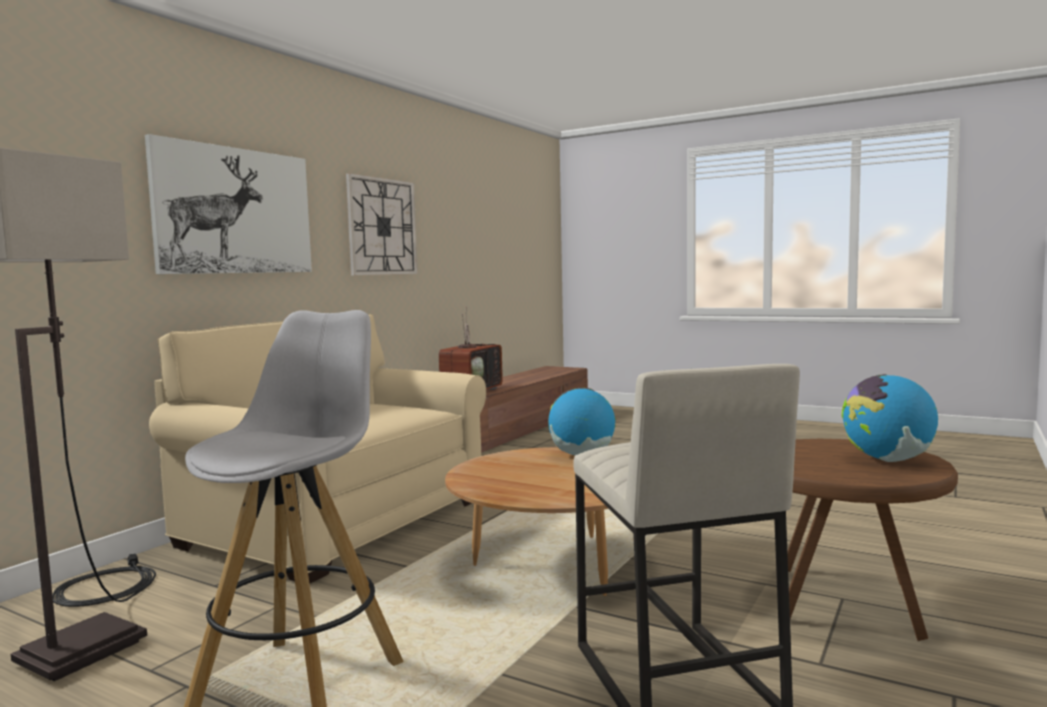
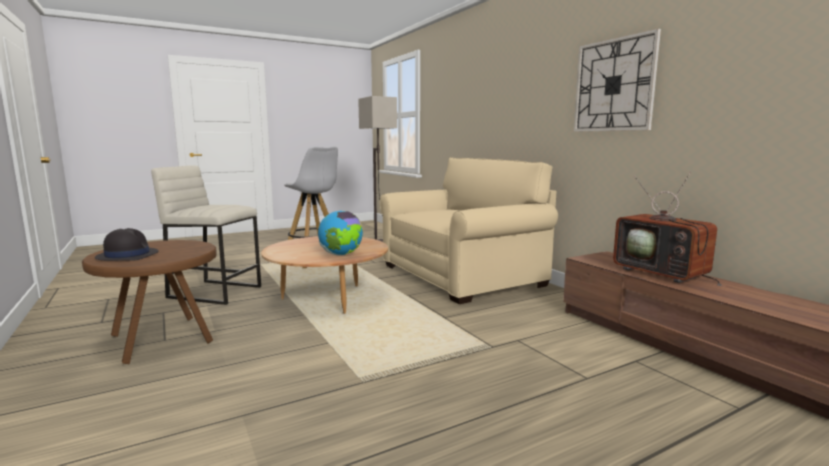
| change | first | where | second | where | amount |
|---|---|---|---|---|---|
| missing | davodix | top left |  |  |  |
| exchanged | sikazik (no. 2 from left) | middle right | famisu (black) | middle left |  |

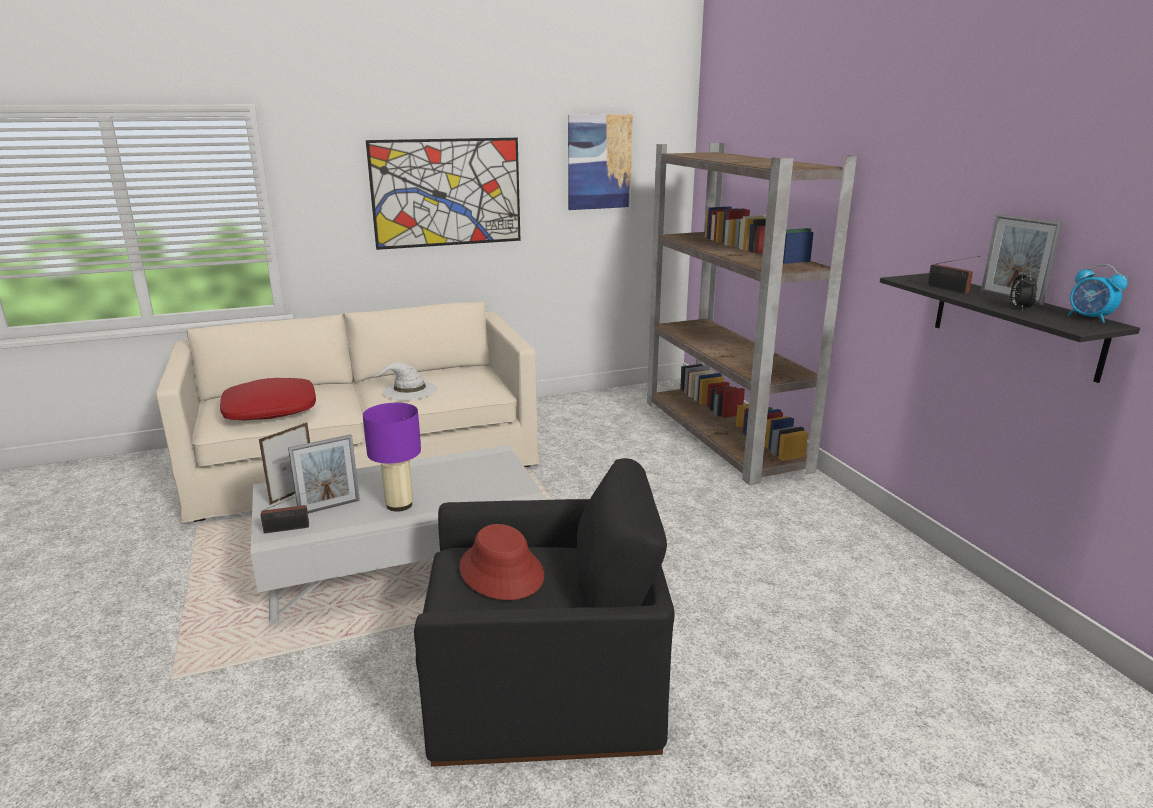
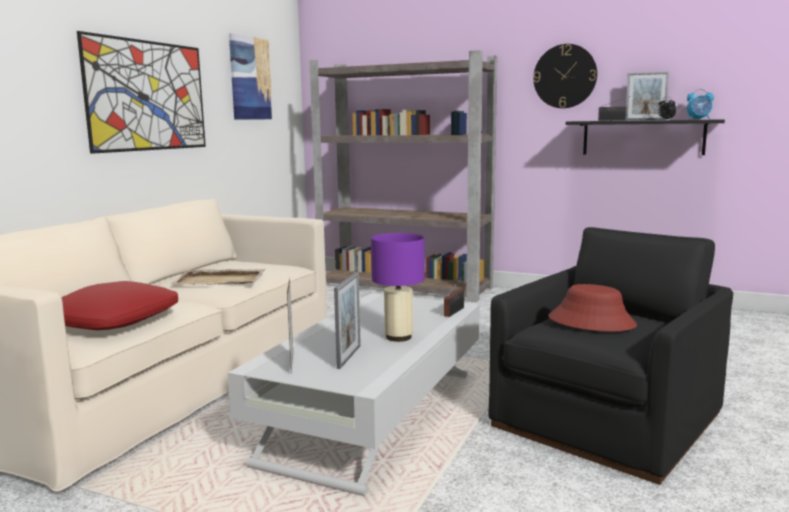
| change | first | where | second | where | amount |
|---|---|---|---|---|---|
| relocated | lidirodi (no. 1 from left) | middle left |  | centre |  |
| exchanged | famisu (white) | centre | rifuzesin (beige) | middle left |  |
| appeared |  |  | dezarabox | top right |  |

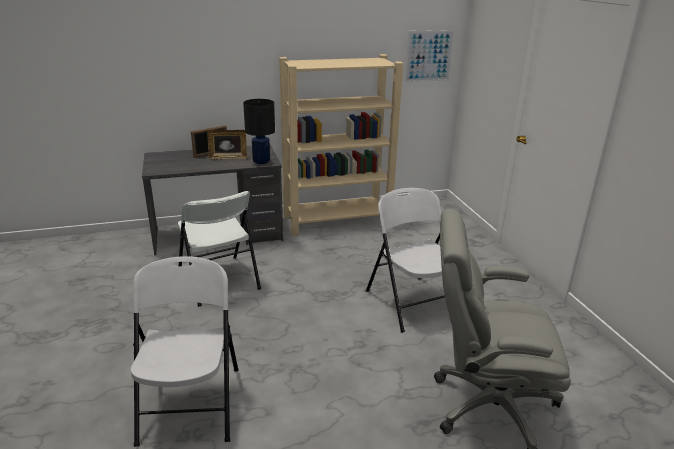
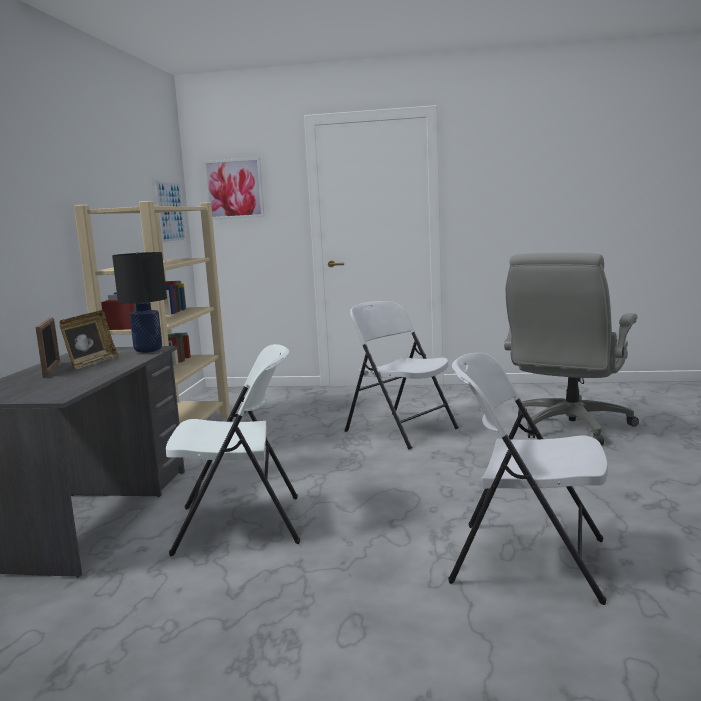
| change | first | where | second | where | amount |
|---|---|---|---|---|---|
| spun | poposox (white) (no. 3 from left in the first image) | centre | poposox (white) (no. 2 from left) | centre | 45 degrees clockwise |
| appeared |  |  | davodix (no. 2 from left) | top centre |  |

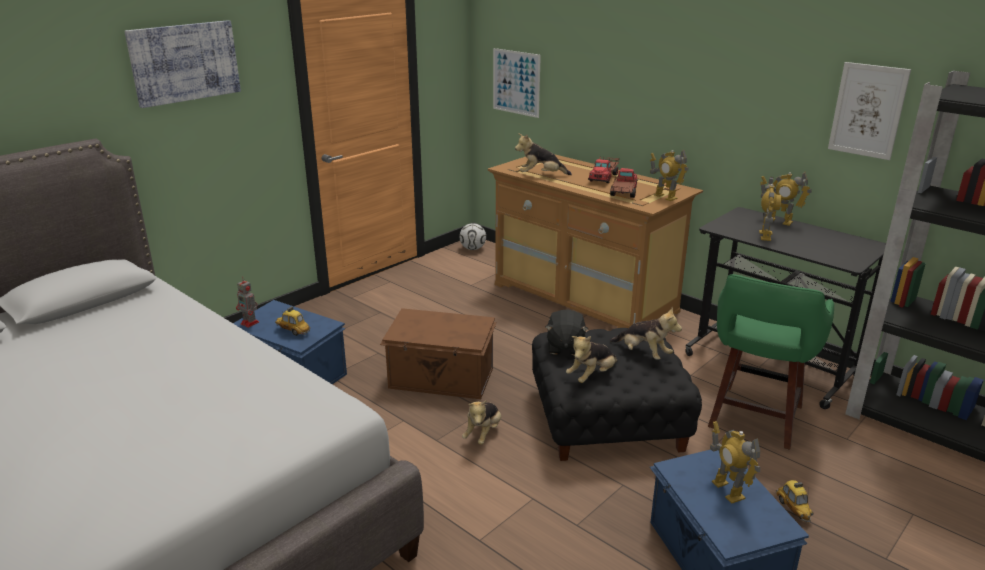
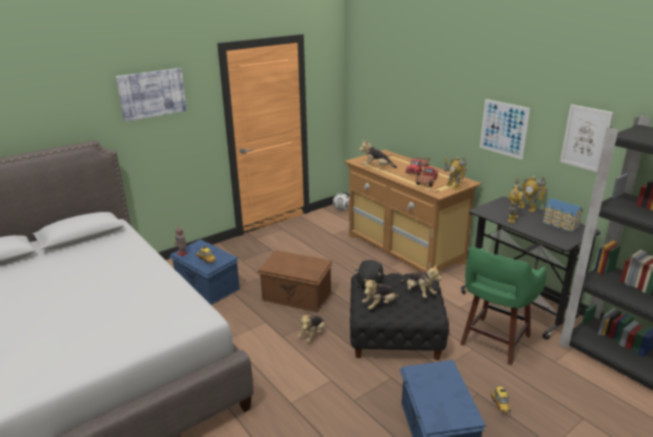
| change | first | where | second | where | amount |
|---|---|---|---|---|---|
| relocated | davodix (no. 2 from left) | top centre |  | top right |  |
| missing | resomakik (no. 3 from left) | bottom right |  |  |  |
| appeared |  |  | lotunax | middle right |  |

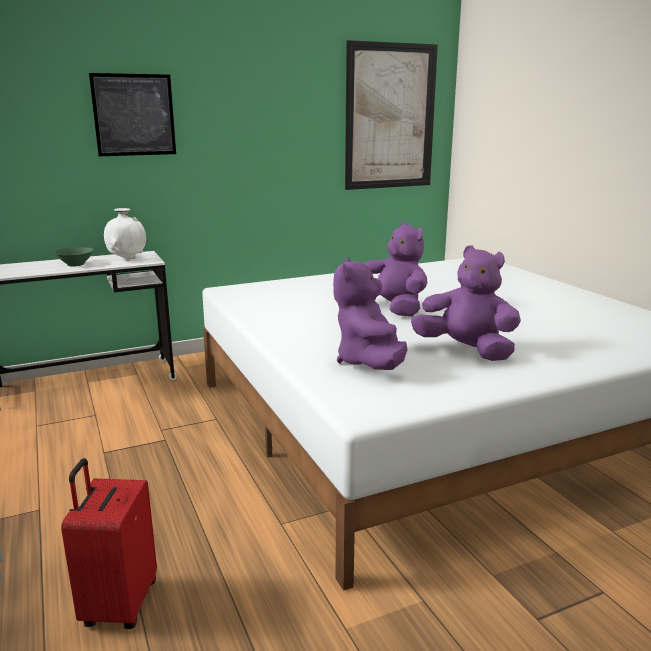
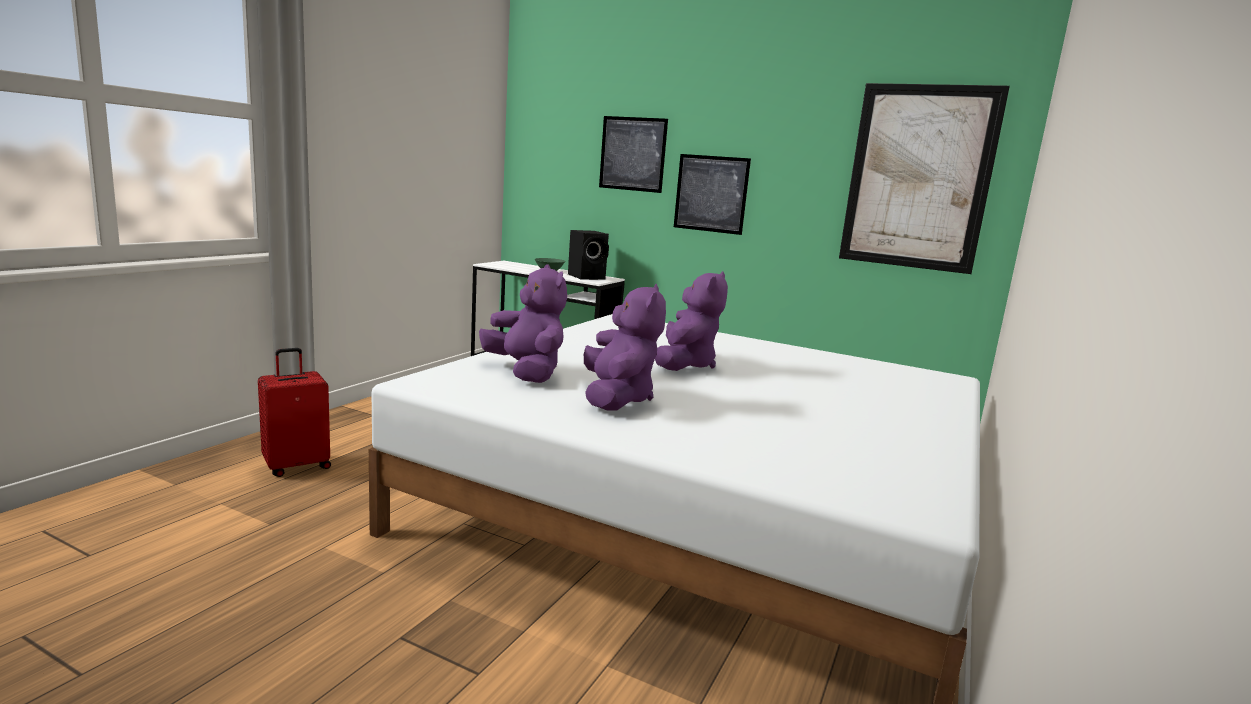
| change | first | where | second | where | amount |
|---|---|---|---|---|---|
| exchanged | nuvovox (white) | middle left | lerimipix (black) | centre |  |
| spun | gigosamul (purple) (no. 1 from left) | centre |  | centre | 90 degrees clockwise |
| appeared |  |  | davodix (no. 2 from left) | top centre |  |

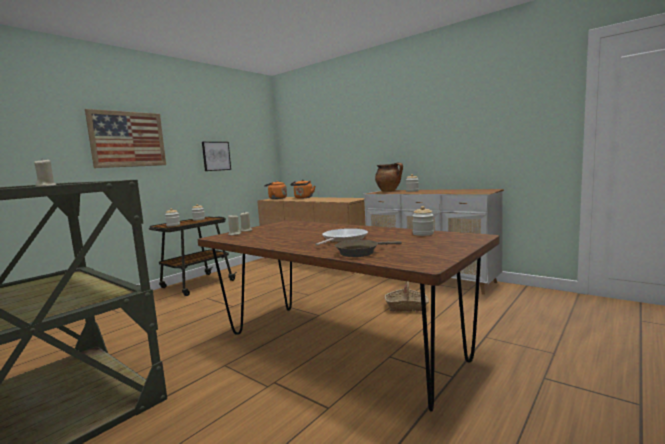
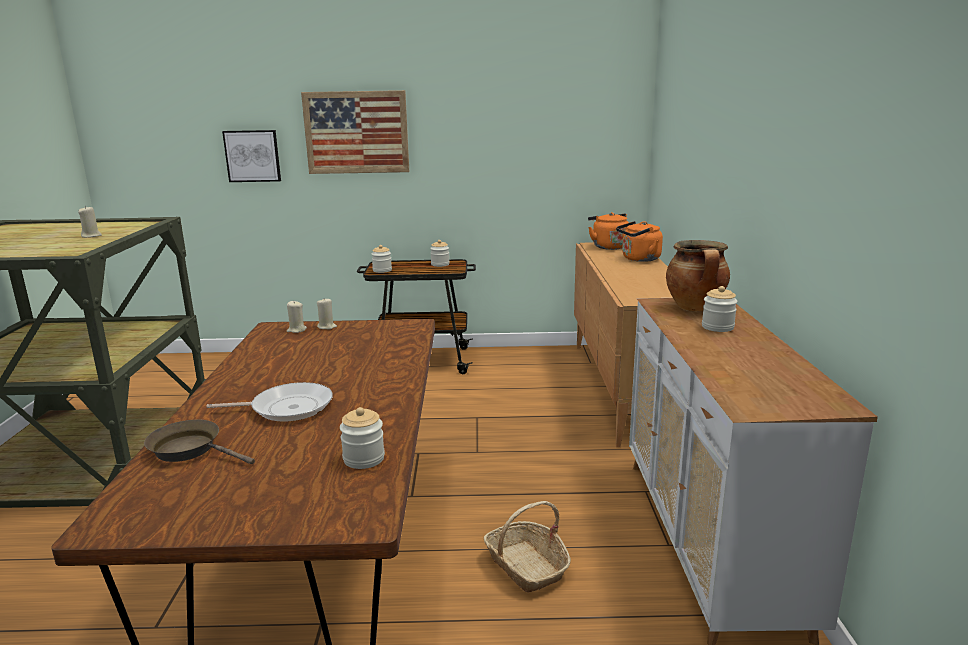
| change | first | where | second | where | amount |
|---|---|---|---|---|---|
| relocated | davodix (no. 2 from left in the first image) | middle left | davodix (no. 1 from left) | top left |  |

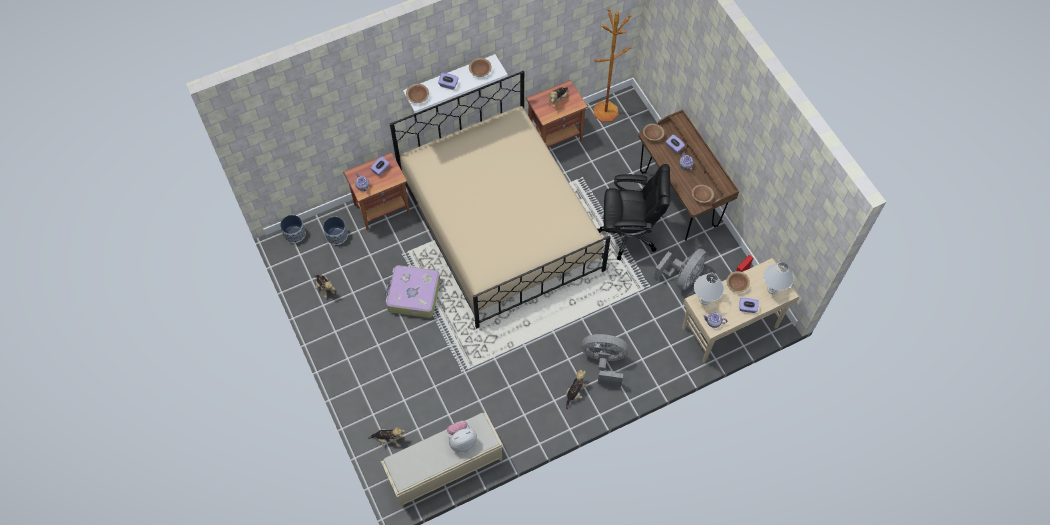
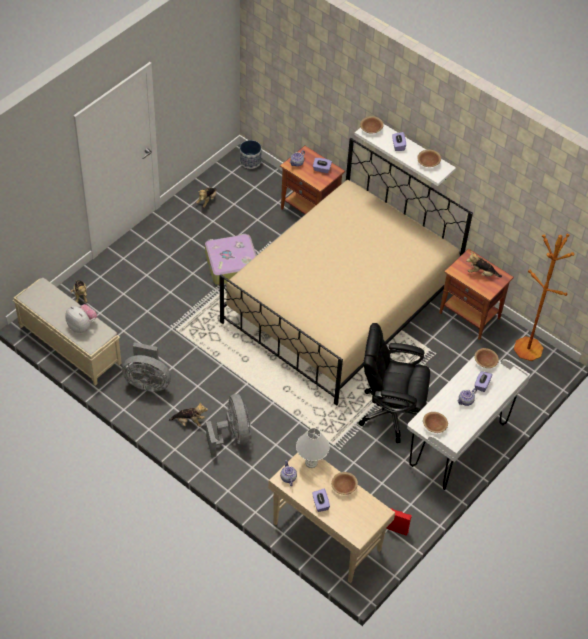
| change | first | where | second | where | amount |
|---|---|---|---|---|---|
| missing | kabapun (no. 2 from left) | middle left |  |  |  |
| spun | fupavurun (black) | centre |  | middle right | 120 degrees clockwise |
| colour | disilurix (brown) | centre | disilurix (white) | middle right |  |
| relocated | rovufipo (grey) (no. 2 from left in the first image) | centre | rovufipo (grey) (no. 1 from left) | middle left |  |
| missing | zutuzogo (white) (no. 2 from left) | middle right |  |  |  |

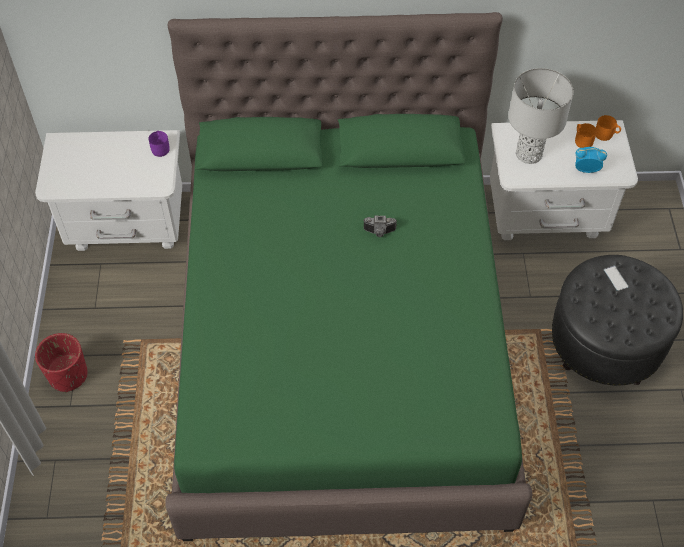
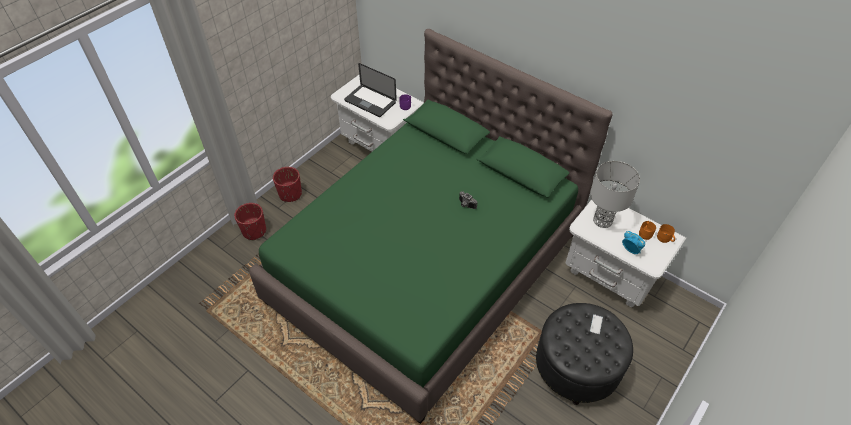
| change | first | where | second | where | amount |
|---|---|---|---|---|---|
| appeared |  |  | kabapun (red) (no. 1 from left) | middle left |  |
| appeared |  |  | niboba | top centre |  |

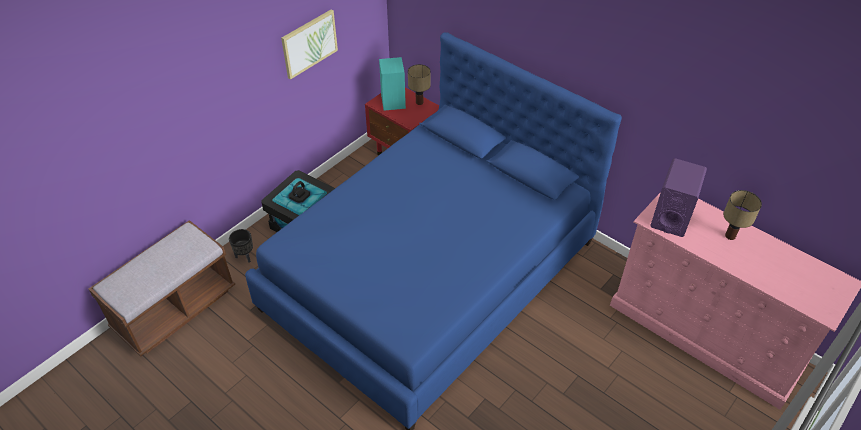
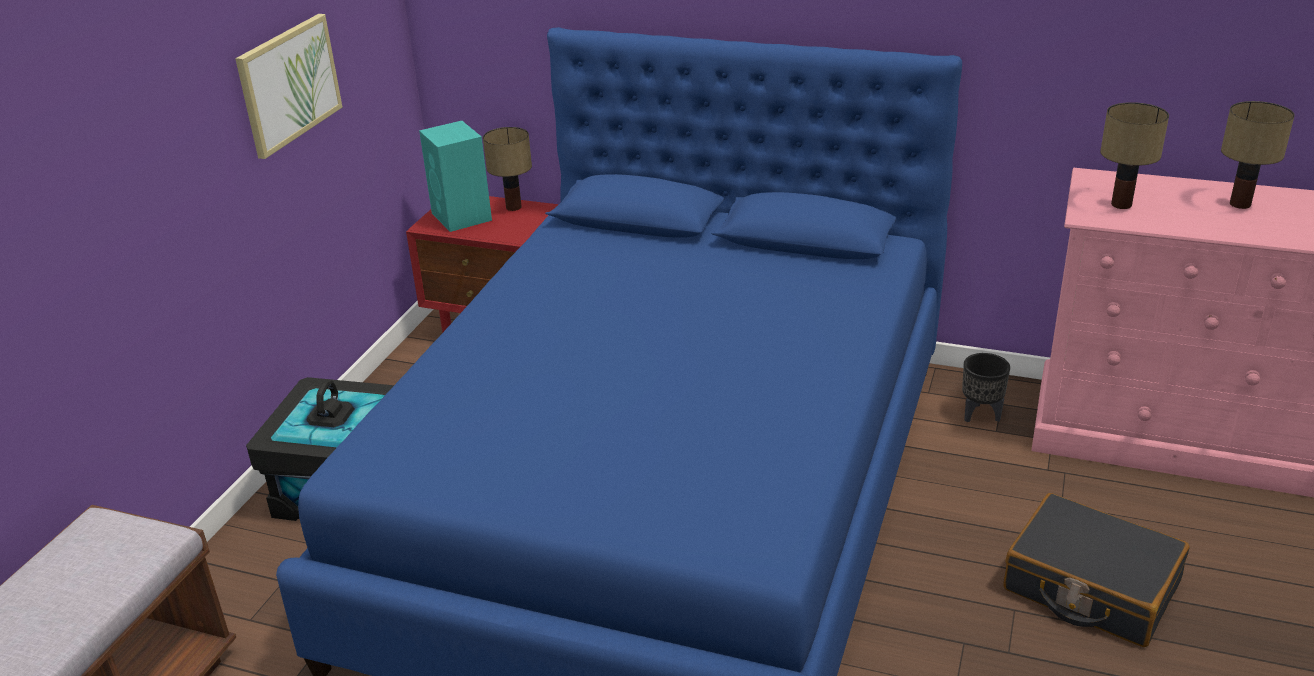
| change | first | where | second | where | amount |
|---|---|---|---|---|---|
| relocated | kabapun (black) | middle left |  | middle right |  |
| exchanged | lerimipix (purple) | middle right | zutuzogo (no. 2 from left) | top right |  |
| appeared |  |  | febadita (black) | bottom right |  |

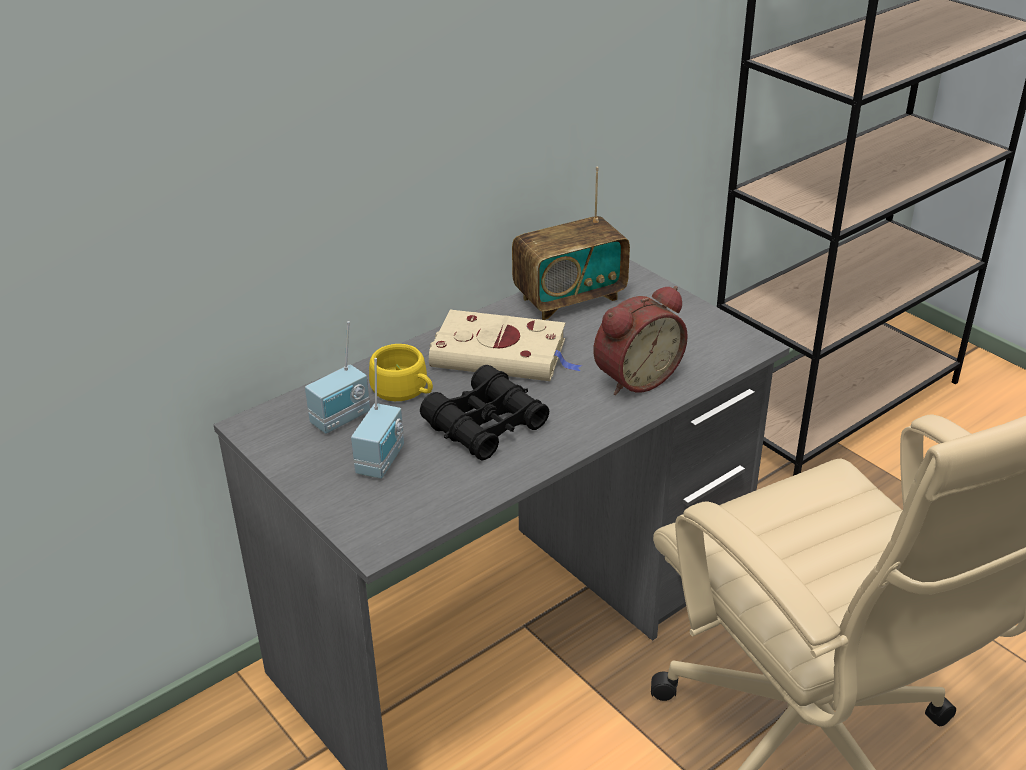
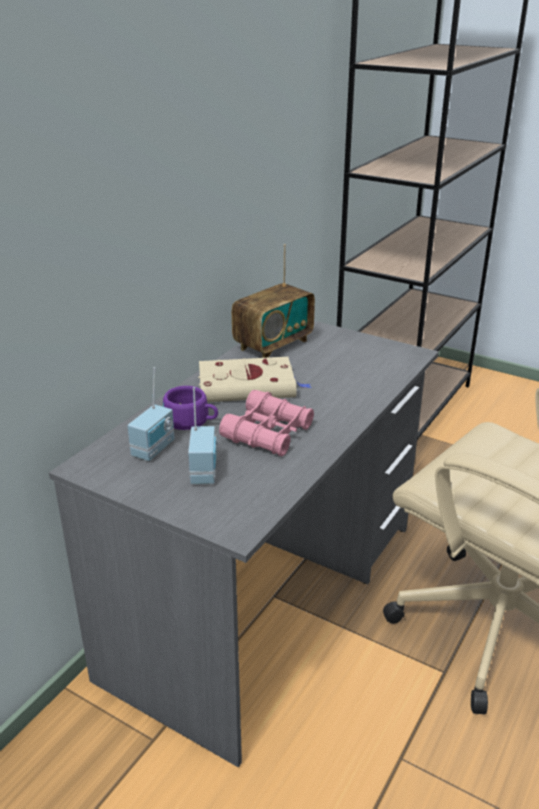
| change | first | where | second | where | amount |
|---|---|---|---|---|---|
| colour | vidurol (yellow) | centre | vidurol (purple) | centre |  |
| colour | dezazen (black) | centre | dezazen (pink) | centre |  |
| missing | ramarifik | centre |  |  |  |

